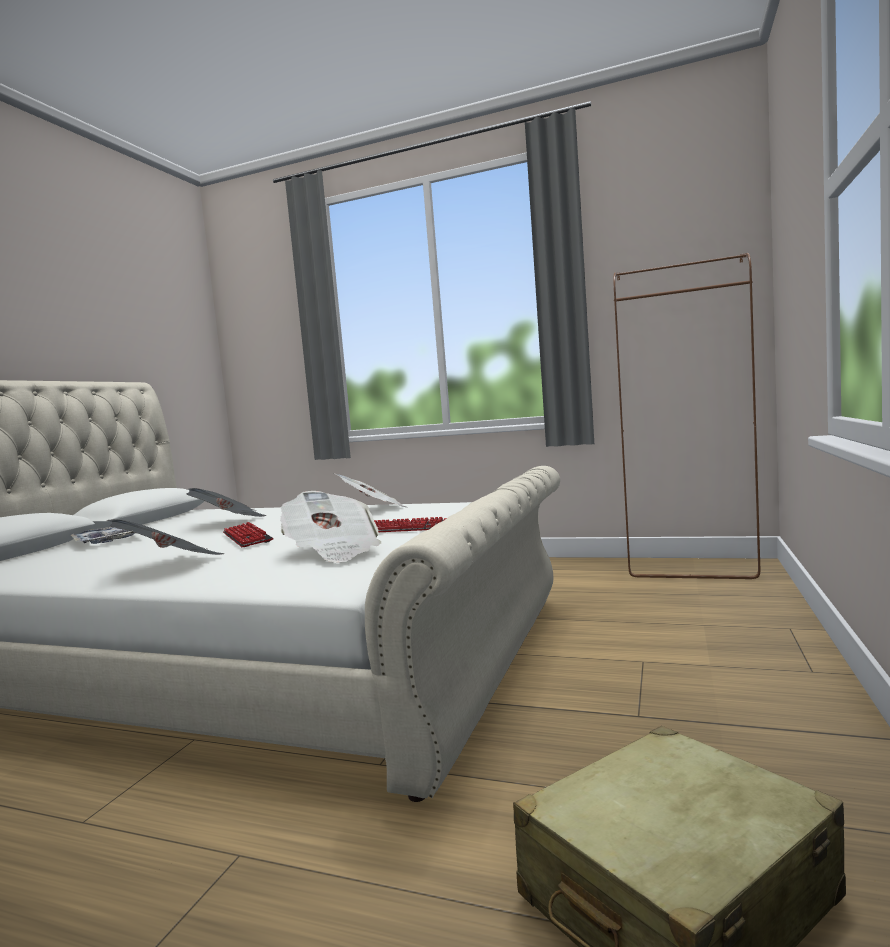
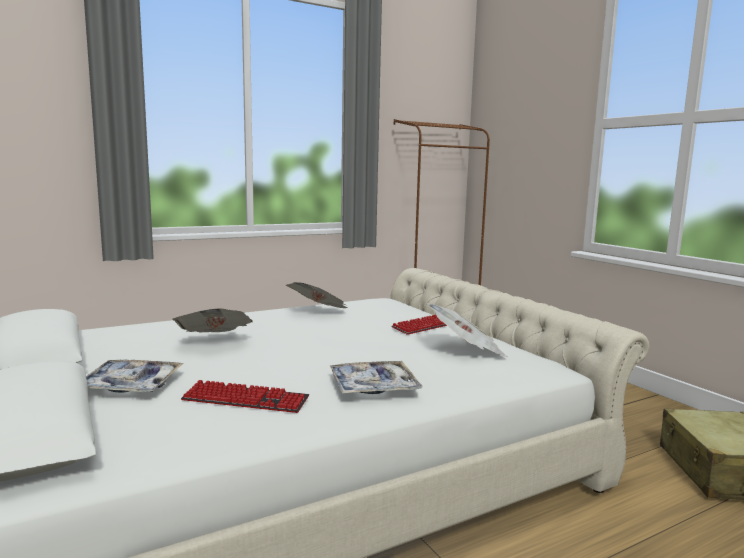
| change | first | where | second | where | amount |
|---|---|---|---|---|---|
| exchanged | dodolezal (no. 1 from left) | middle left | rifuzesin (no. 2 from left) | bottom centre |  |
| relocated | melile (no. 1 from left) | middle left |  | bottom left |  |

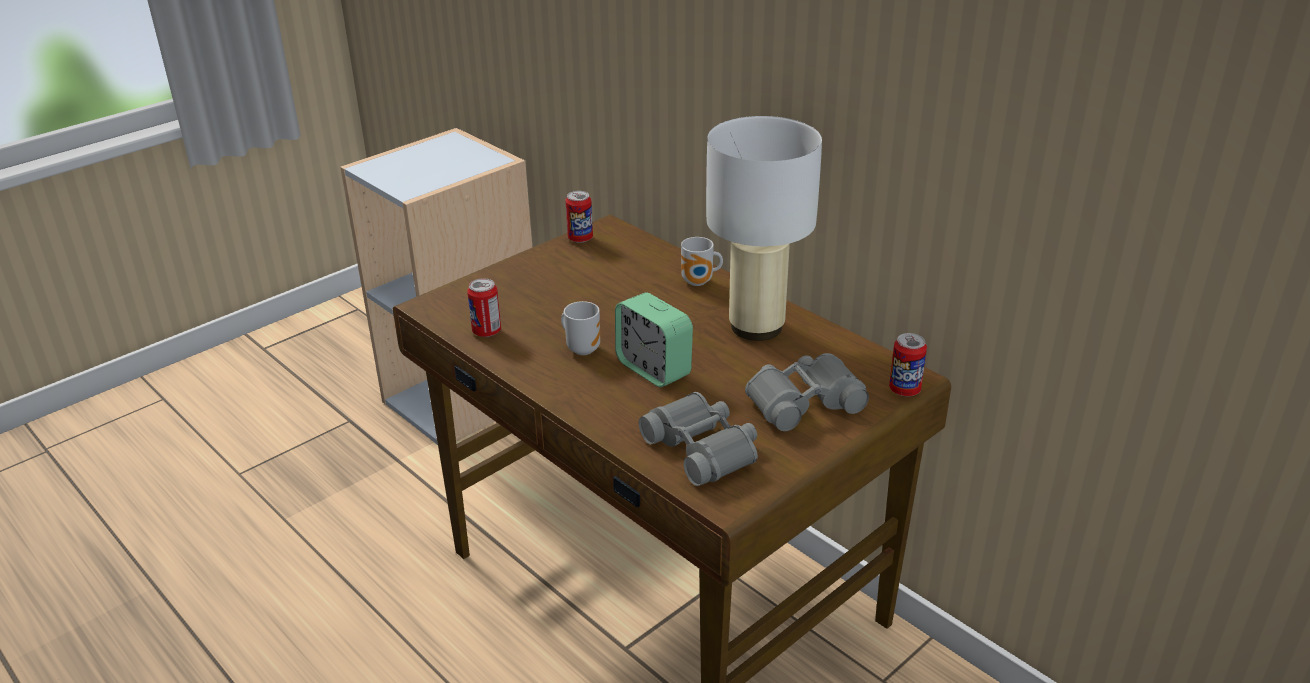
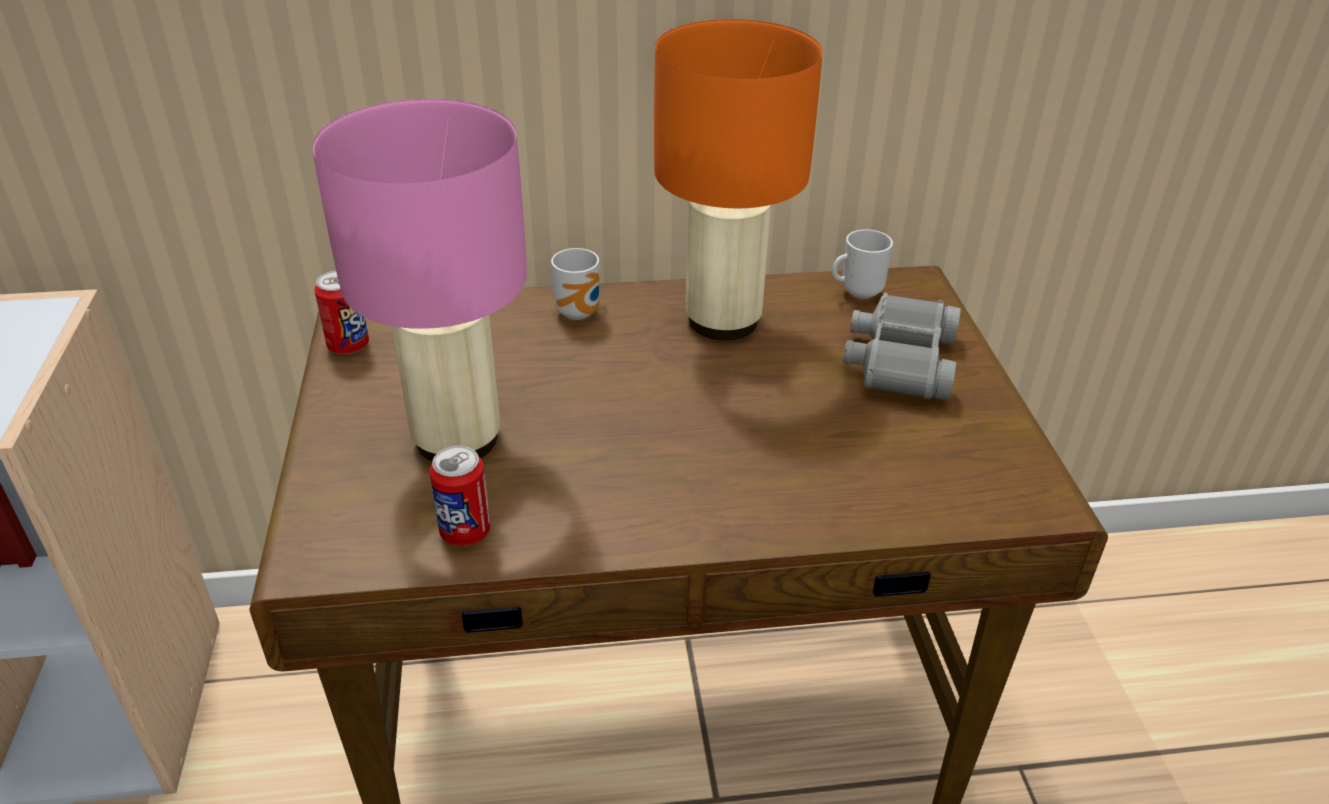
| change | first | where | second | where | amount |
|---|---|---|---|---|---|
| relocated | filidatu (no. 1 from left in the first image) | centre | filidatu (no. 2 from left) | top centre |  |
| missing | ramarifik | centre |  |  |  |
| missing | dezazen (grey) (no. 1 from left) | centre |  |  |  |
| colour | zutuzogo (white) | centre | zutuzogo (orange) | top centre |  |
| missing | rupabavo (no. 3 from left) | middle right |  |  |  |
| appeared |  |  | zutuzogo (pink) | middle left |  |

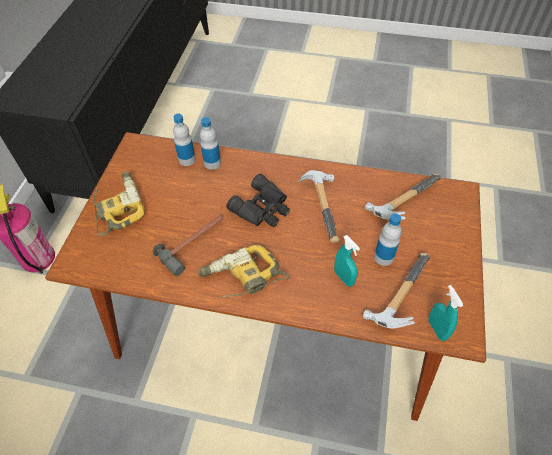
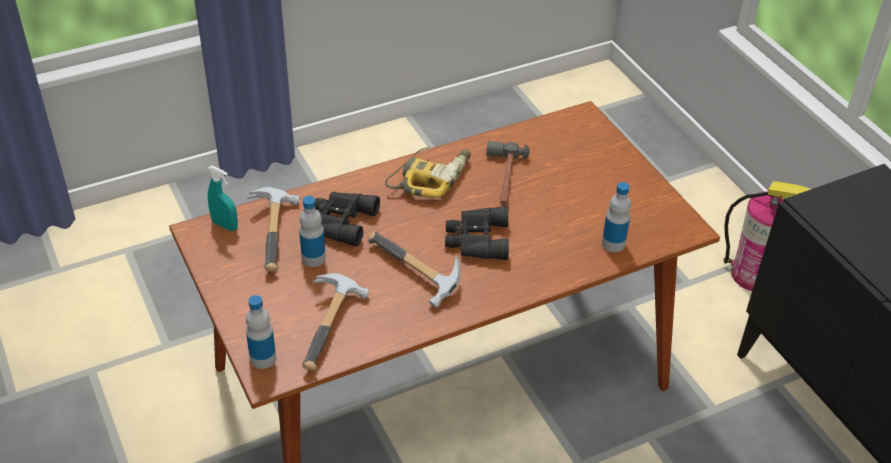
| change | first | where | second | where | amount |
|---|---|---|---|---|---|
| missing | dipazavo (no. 1 from left) | middle left |  |  |  |
| relocated | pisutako (no. 2 from left in the first image) | top centre | pisutako (no. 1 from left) | bottom left |  |
| exchanged | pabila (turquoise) (no. 1 from left) | centre | dezazen (black) (no. 1 from left) | centre |  |

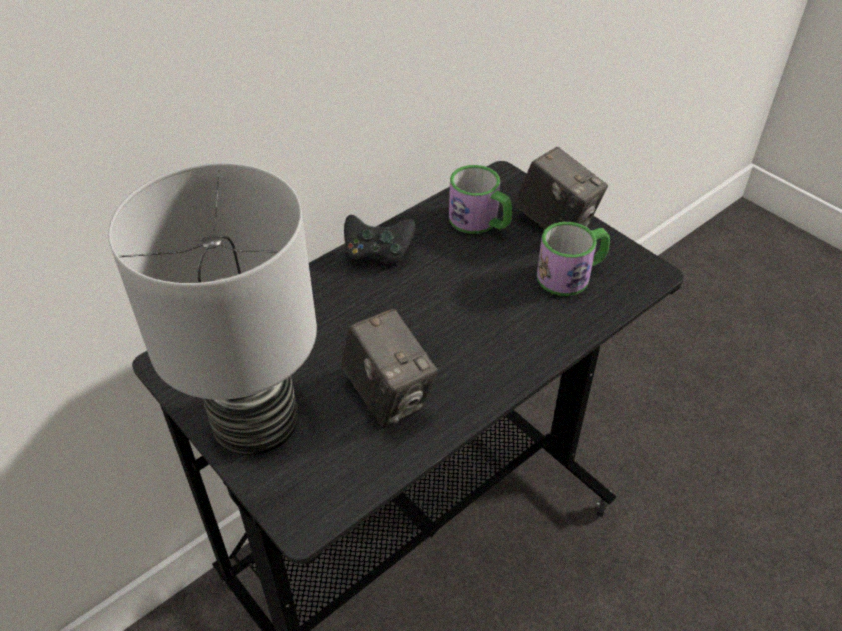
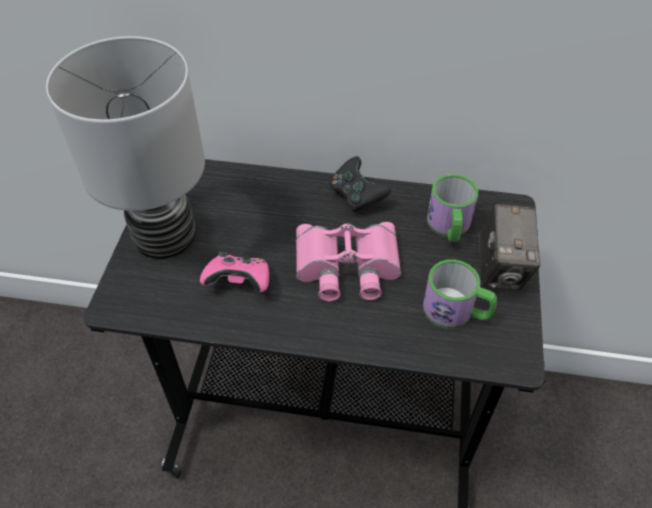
| change | first | where | second | where | amount |
|---|---|---|---|---|---|
| exchanged | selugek (no. 1 from left) | centre | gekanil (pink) | centre |  |
| appeared |  |  | dezazen (pink) | centre |  |

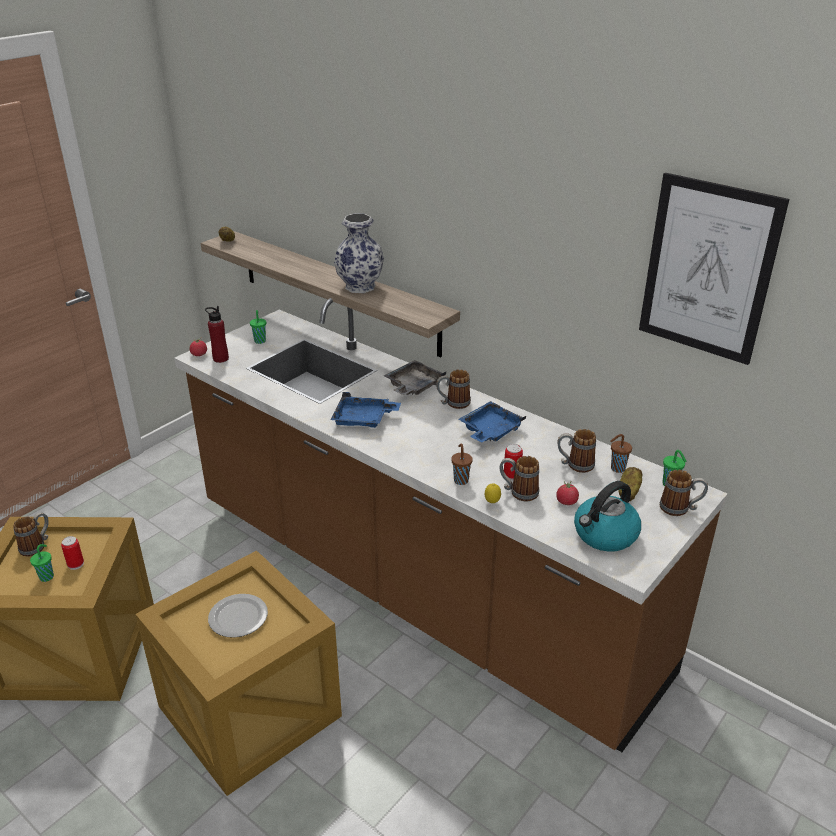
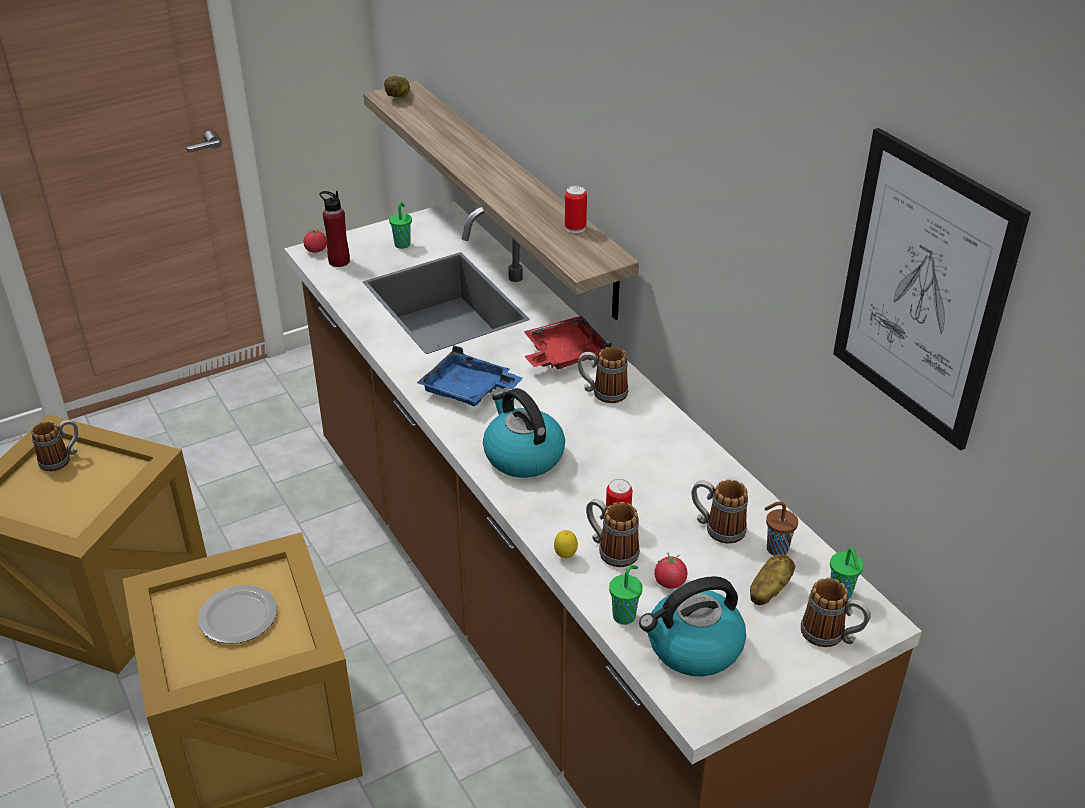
| change | first | where | second | where | amount |
|---|---|---|---|---|---|
| relocated | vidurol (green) (no. 1 from left in the first image) | bottom left | vidurol (green) (no. 2 from left) | bottom centre |  |
| relocated | rupabavo (no. 1 from left) | middle left |  | top centre |  |
| missing | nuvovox | top centre |  |  |  |
| colour | rifuzesin (grey) | centre | rifuzesin (red) | centre |  |
| missing | vidurol (brown) (no. 1 from left) | centre |  |  |  |
| missing | rifuzesin (blue) (no. 2 from left) | centre |  |  |  |
| appeared |  |  | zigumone (no. 1 from left) | centre |  |

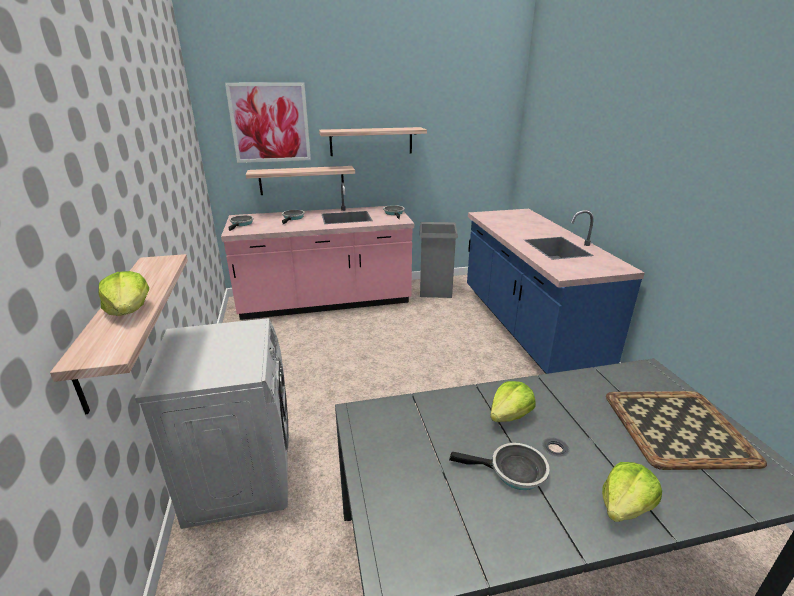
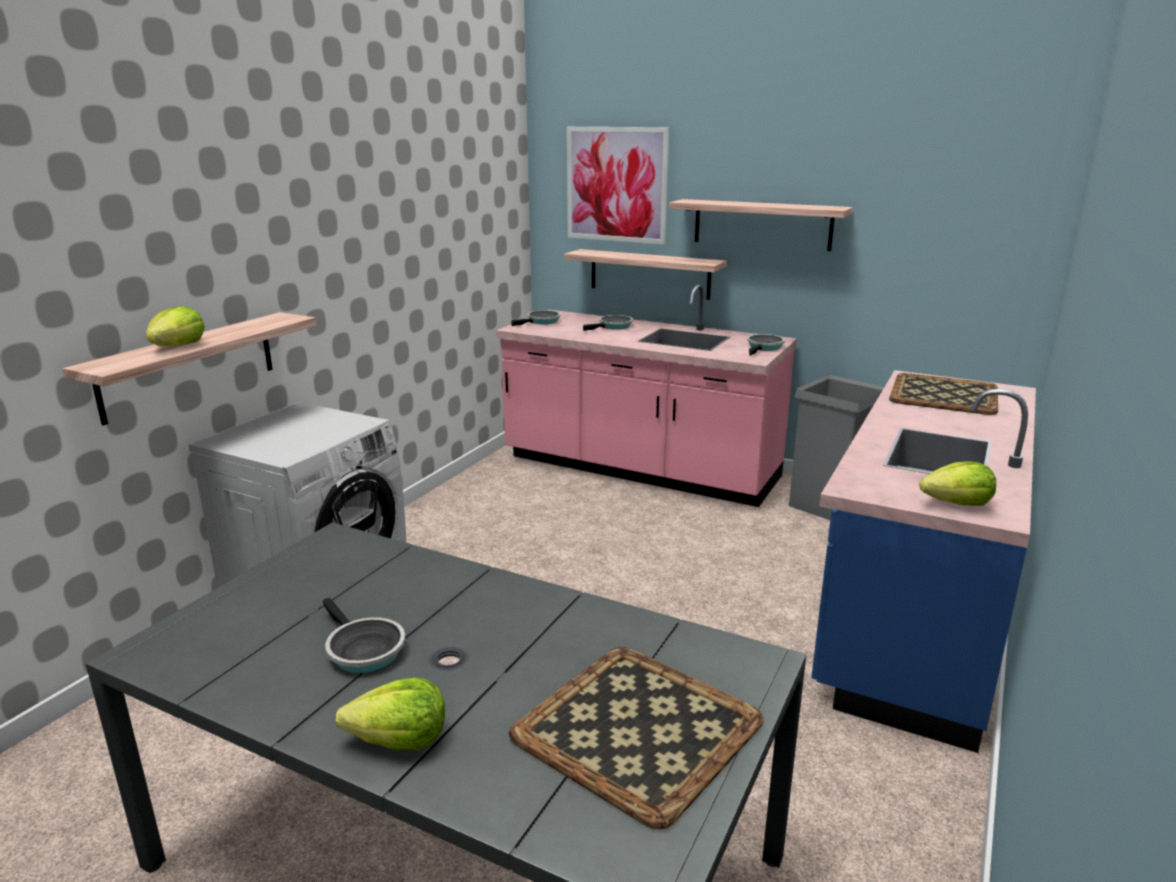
| change | first | where | second | where | amount |
|---|---|---|---|---|---|
| relocated | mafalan (no. 2 from left in the first image) | bottom centre | mafalan (no. 3 from left) | middle right |  |
| appeared |  |  | rifuzesin (no. 2 from left) | middle right |  |

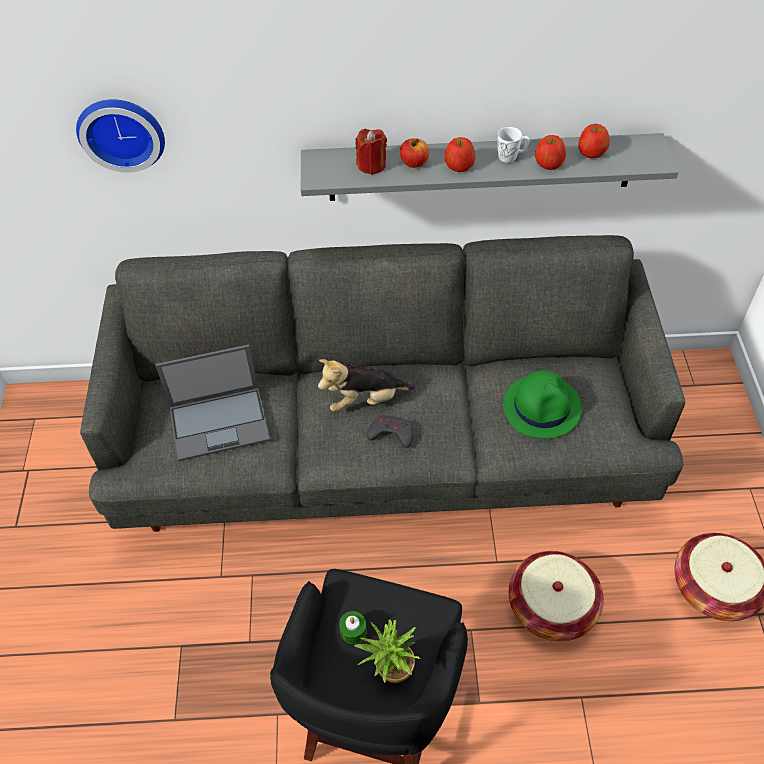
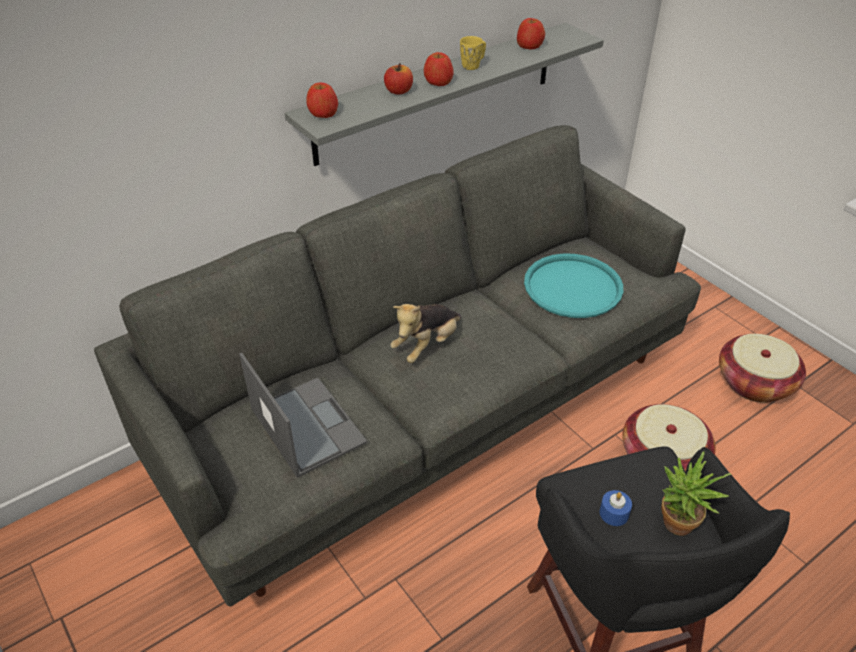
| change | first | where | second | where | amount |
|---|---|---|---|---|---|
| missing | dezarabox | top left |  |  |  |
| spun | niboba | middle left |  | centre | 75 degrees counterclockwise |
| colour | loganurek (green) | bottom centre | loganurek (blue) | bottom right |  |
| missing | loganurek (red) | top centre |  |  |  |
| missing | gekanil (grey) | centre |  |  |  |
| colour | filidatu (white) | top right | filidatu (yellow) | top centre |  |
| exchanged | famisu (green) | middle right | rifuzesin (turquoise) | middle right |  |
| relocated | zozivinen (no. 3 from left in the first image) | top right | zozivinen (no. 1 from left) | top centre |  |

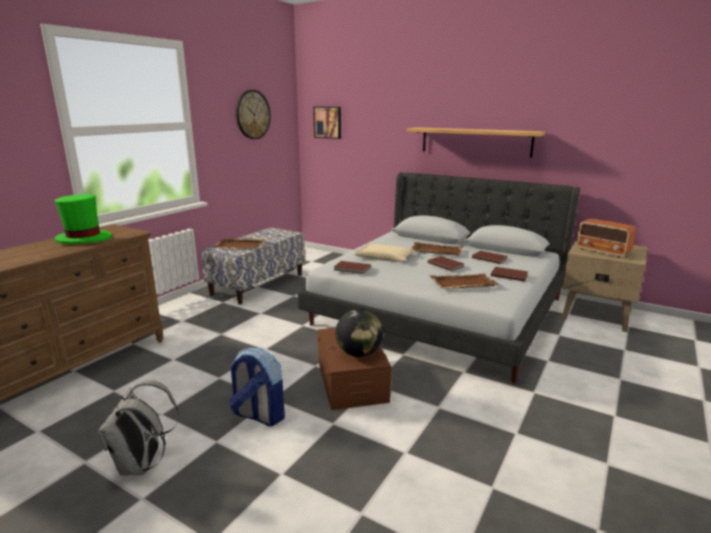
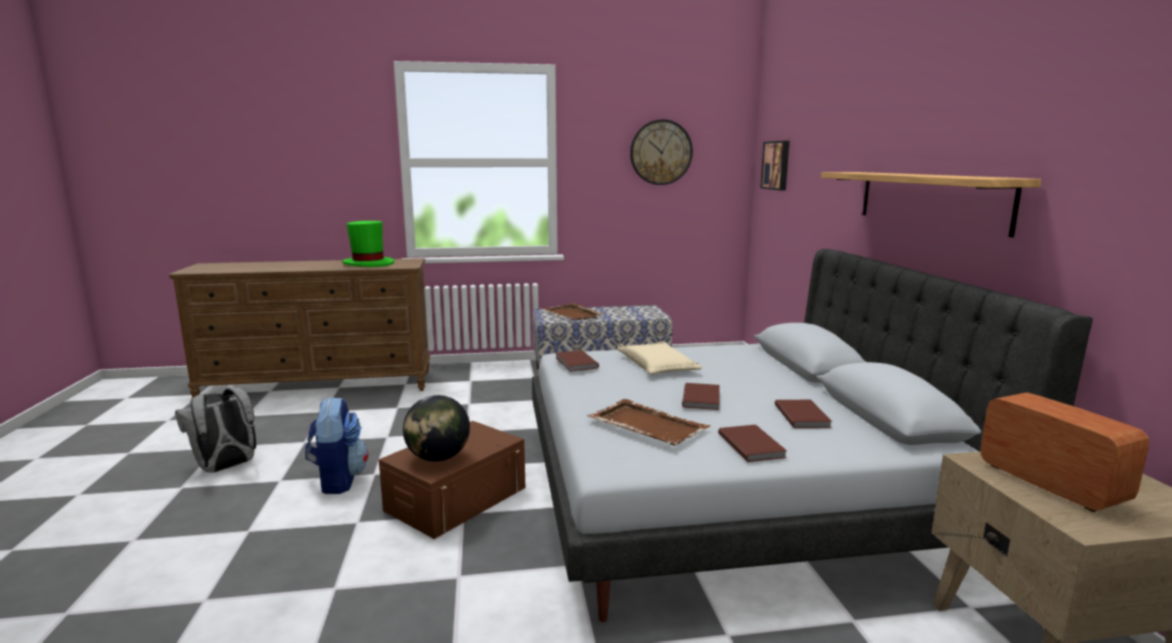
| change | first | where | second | where | amount |
|---|---|---|---|---|---|
| missing | rifuzesin (brown) (no. 2 from left) | centre |  |  |  |
| spun | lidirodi | middle right |  | bottom right | 150 degrees clockwise |

